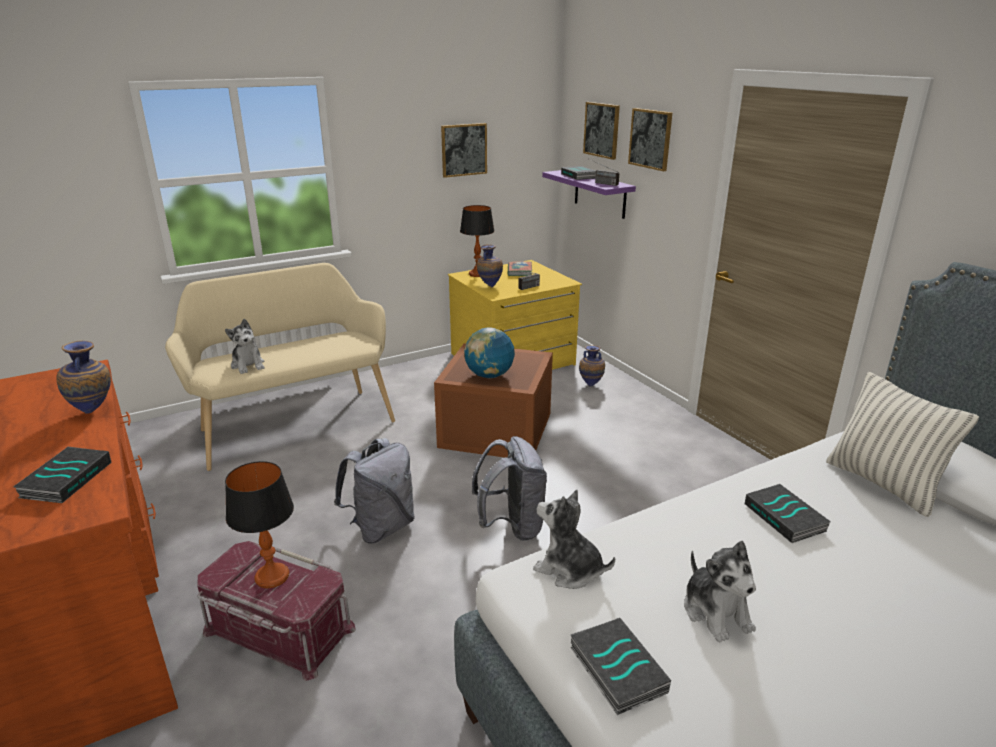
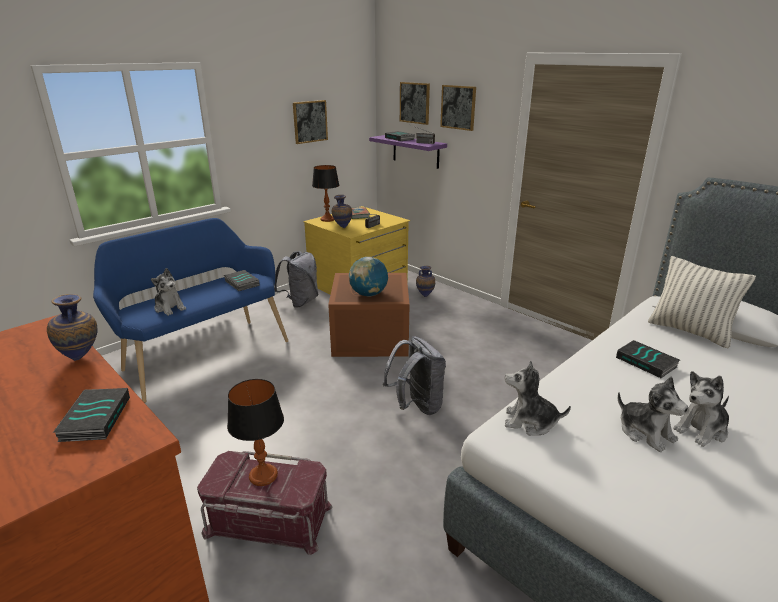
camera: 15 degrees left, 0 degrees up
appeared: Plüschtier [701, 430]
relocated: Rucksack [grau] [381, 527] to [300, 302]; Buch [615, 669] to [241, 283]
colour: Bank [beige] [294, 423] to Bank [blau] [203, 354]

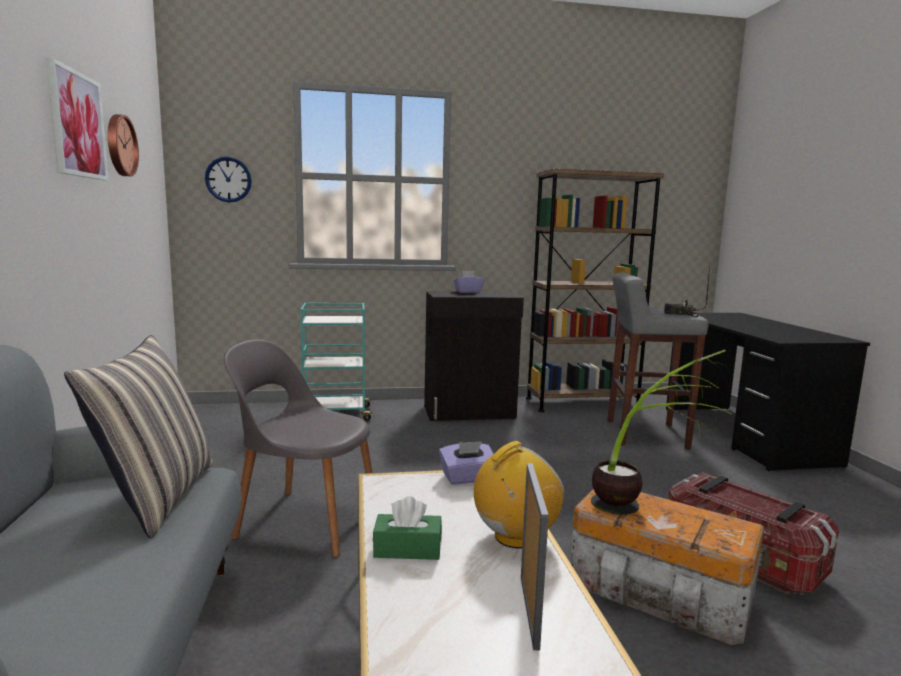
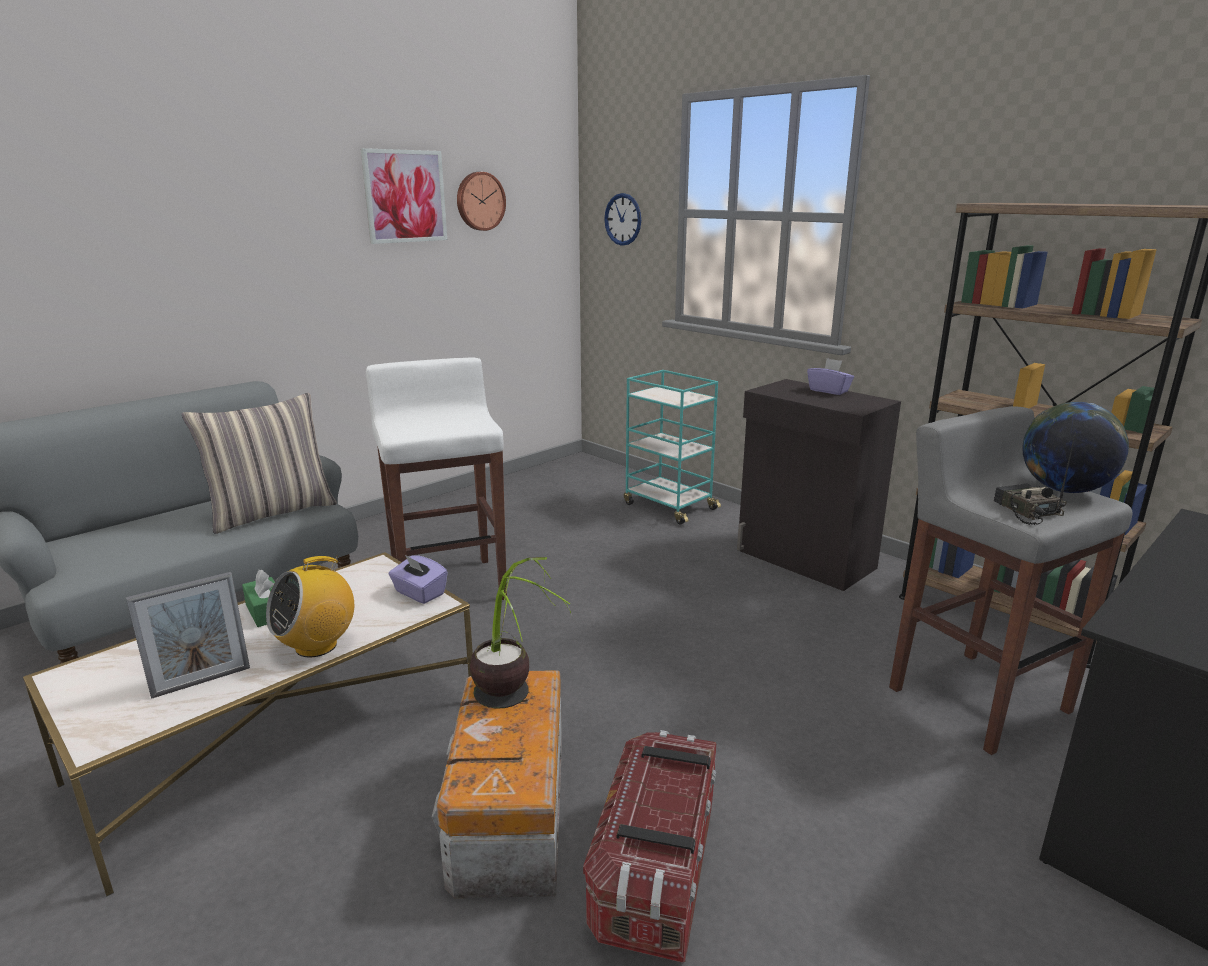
camera: 55 degrees right, 10 degrees up
appeared: Globus [1064, 490]
exchanged: Stuhl [grau] [305, 521] to Hocker [weiß] [448, 586]
spun: Radio [515, 537] = [317, 646] 120 degrees clockwise

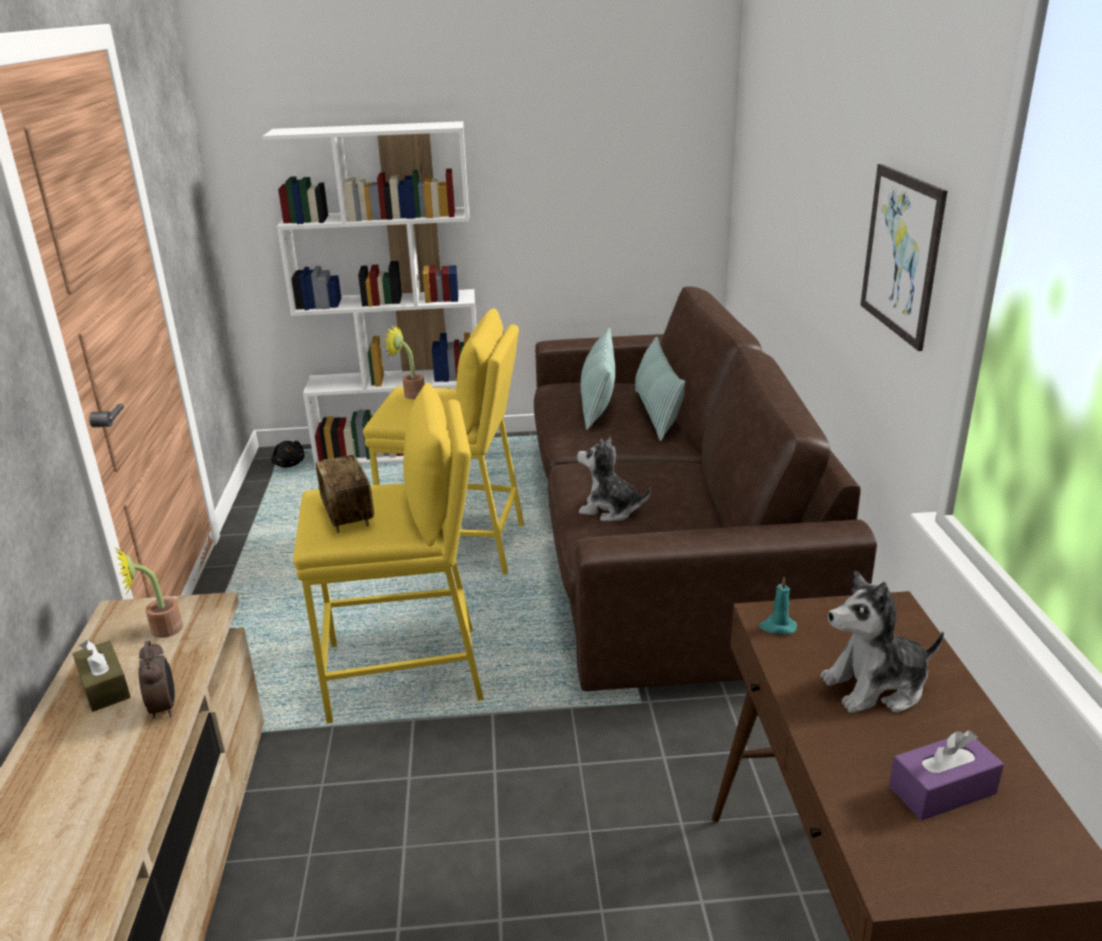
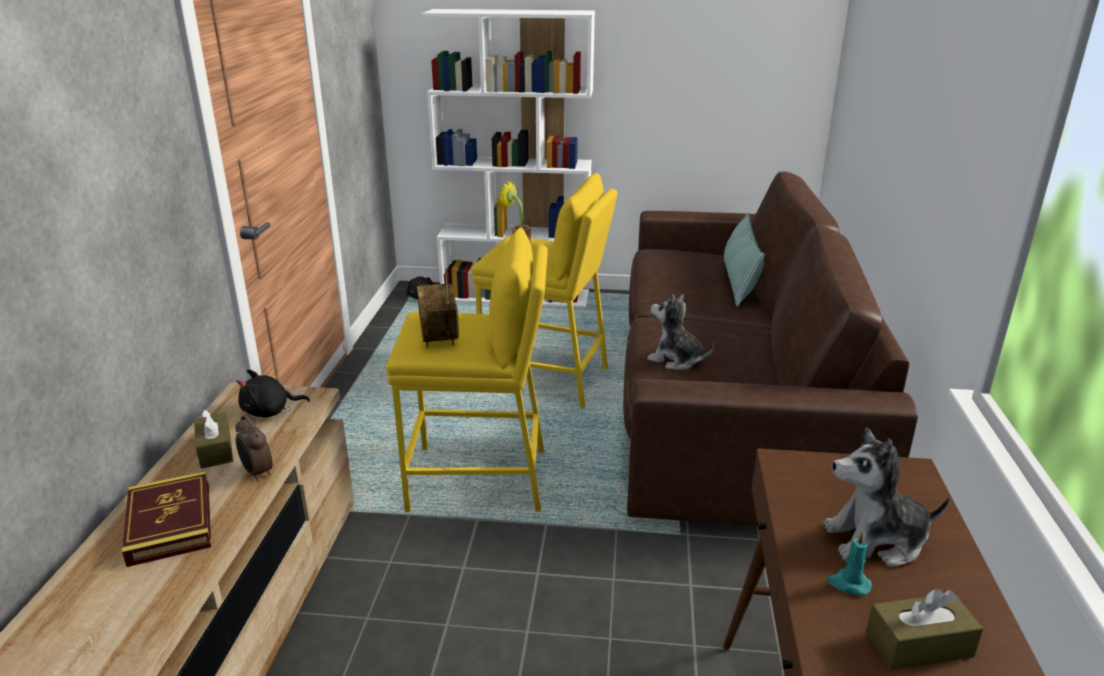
camera: 10 degrees right, 0 degrees up
missing: Kissen [598, 404]; Bild [901, 254]
appeared: Buch [170, 523]
relocated: Kerze [türkis] [777, 627] to [848, 584]
exchanged: Topfpflanze [160, 630] to Plüschtier [schwarz] [270, 411]
colour: Taschentuchbox [lila] [942, 790] to Taschentuchbox [braun] [918, 645]
spun: Wecker [164, 707] = [257, 473] 150 degrees clockwise

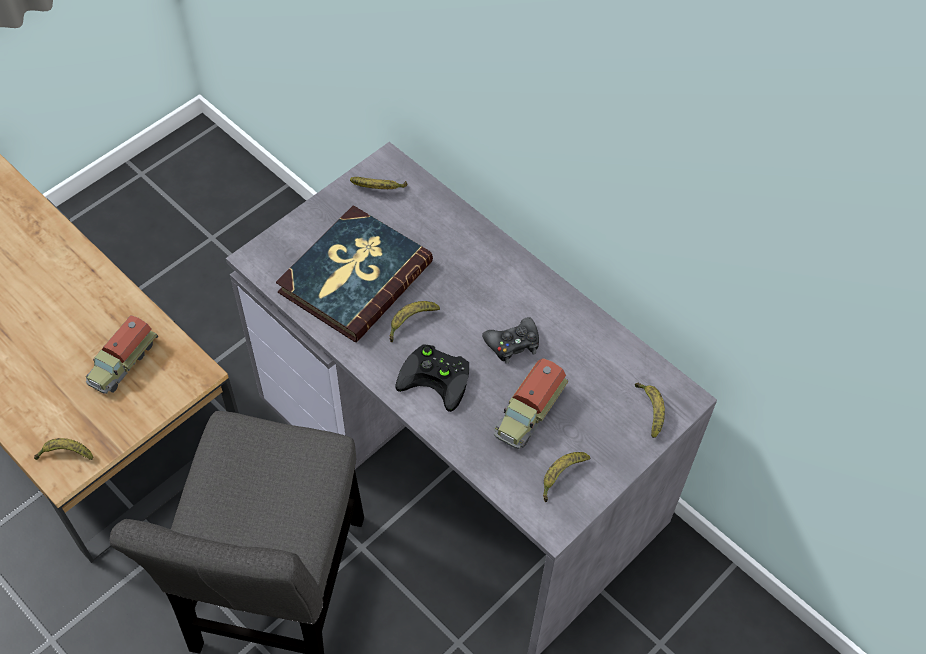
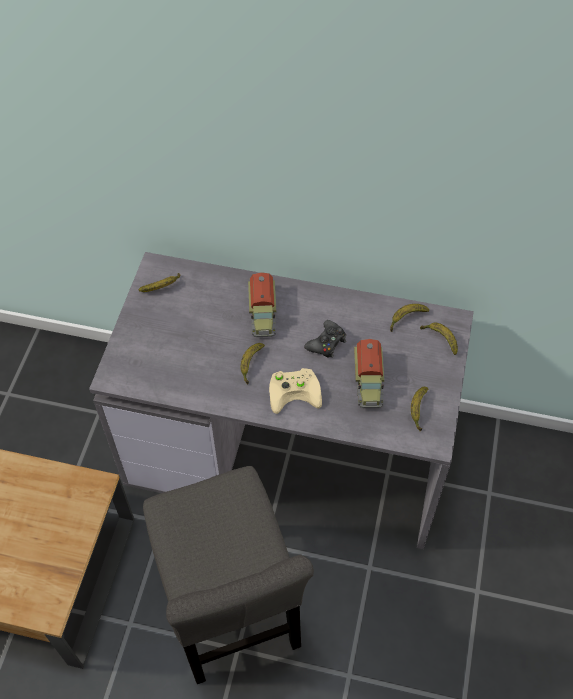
camera: 30 degrees left, 0 degrees up
missing: Buch [354, 277]
relocated: Banane [65, 454] to [406, 318]; Spielzeuglaster [122, 362] to [263, 313]
colour: Gamepad [schwarz] [438, 378] to Gamepad [beige] [296, 391]

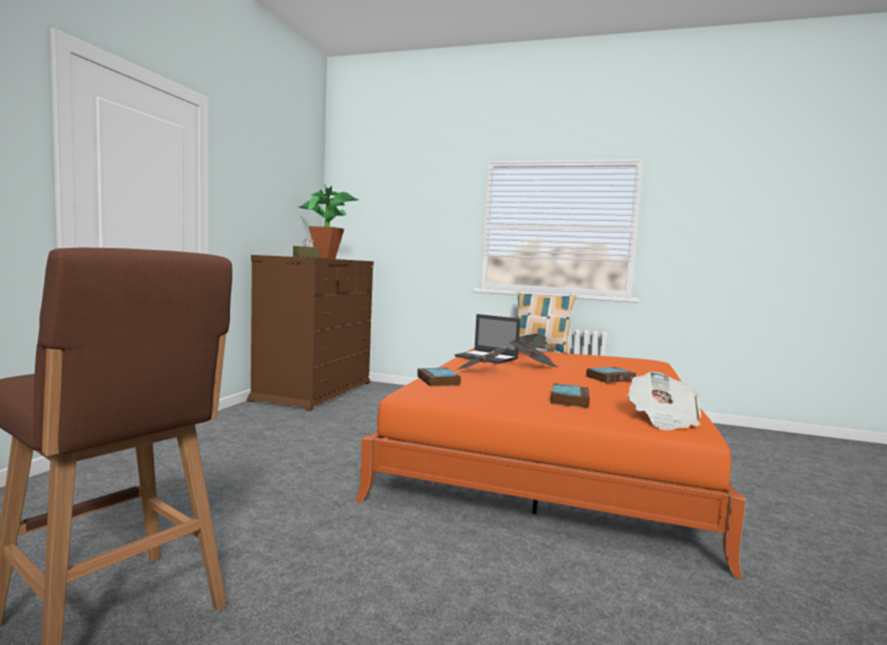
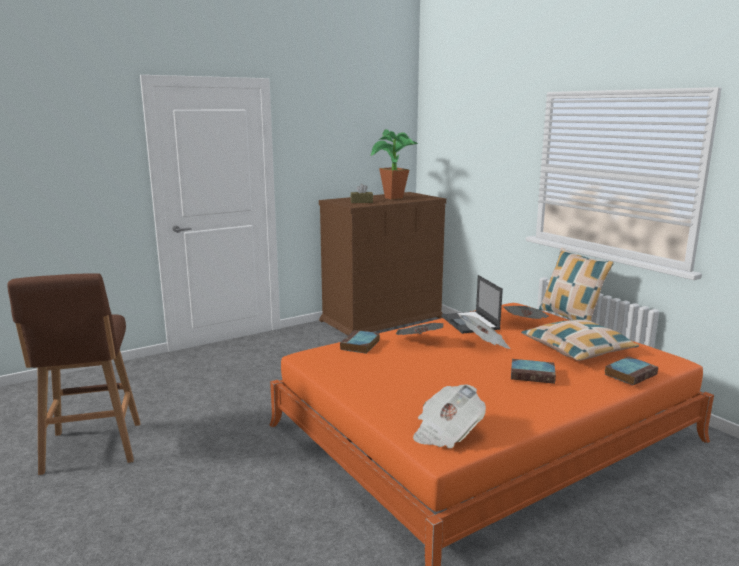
camera: 40 degrees right, 10 degrees up
appeared: Kissen [577, 349]
relocated: Buch [569, 399] to [630, 374]

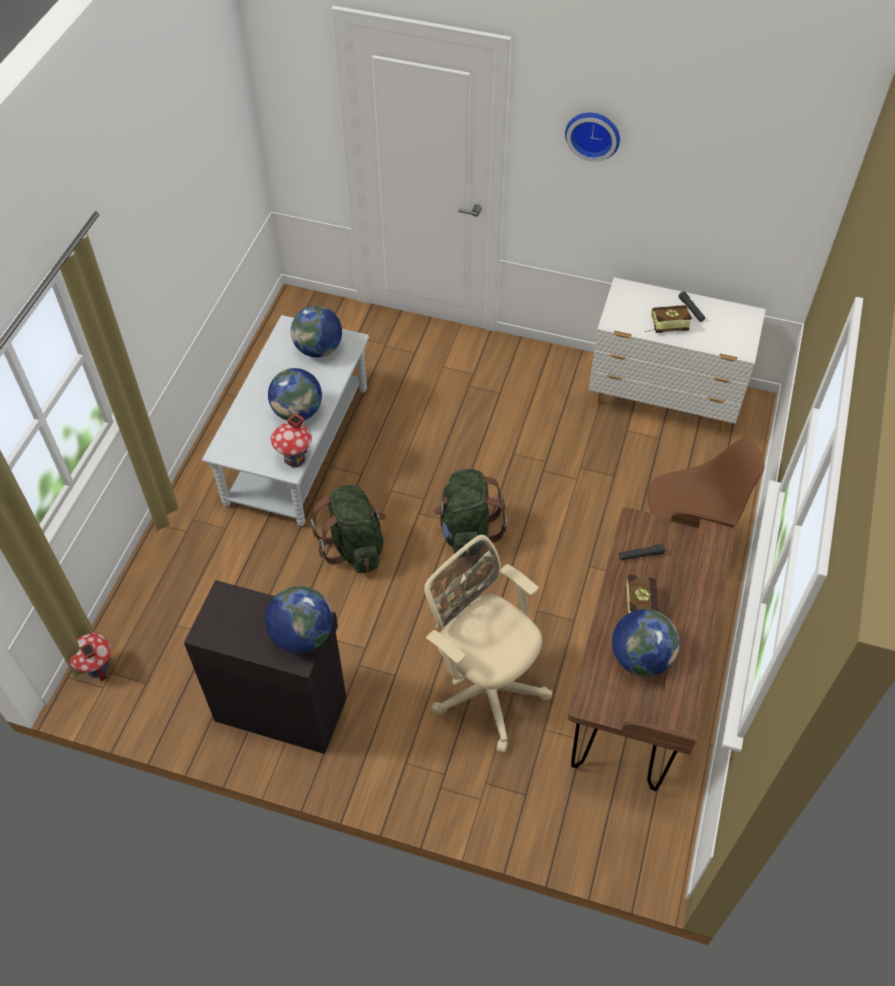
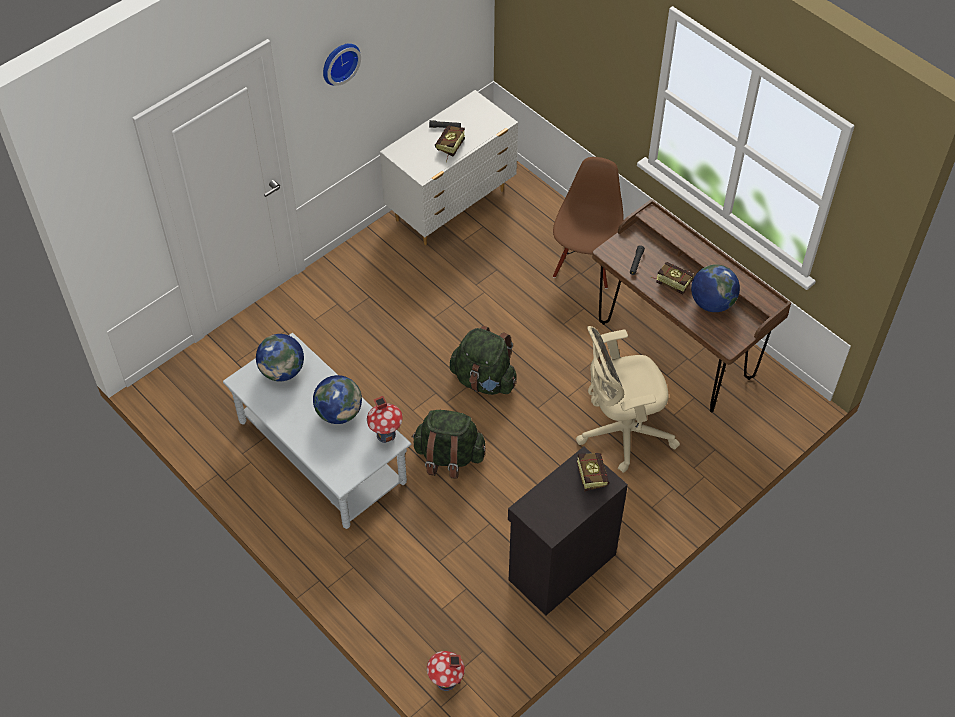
camera: 60 degrees left, 0 degrees up
exchanged: Globus [302, 635] to Buch [590, 473]

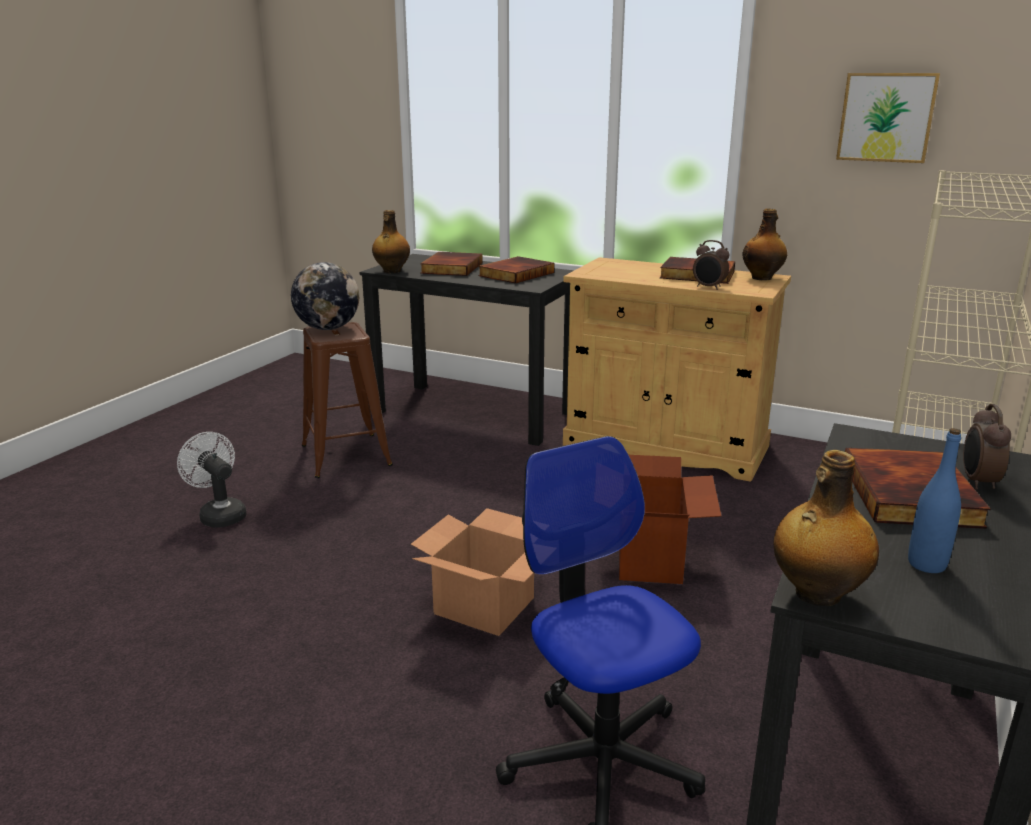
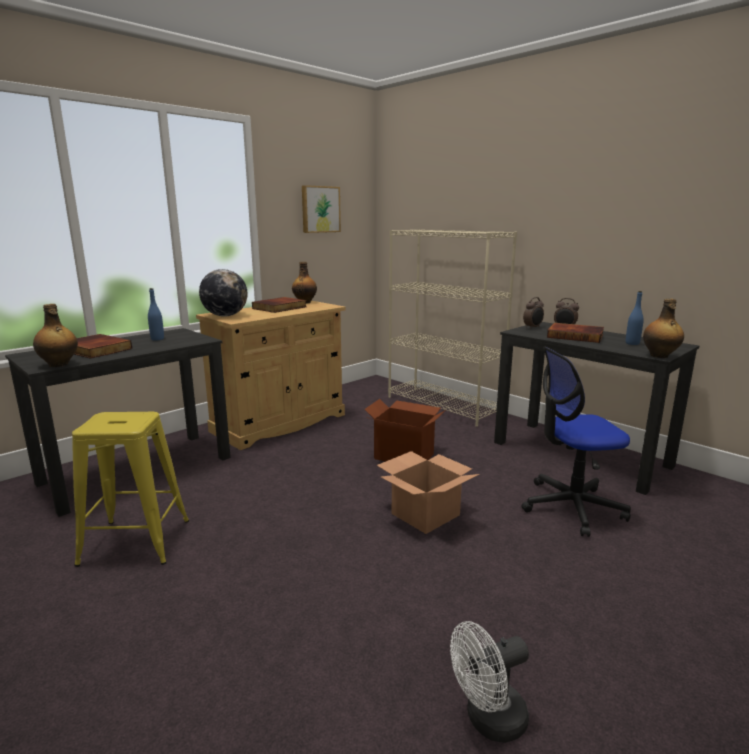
camera: 70 degrees left, 5 degrees down
relocated: Ventilator [weiß] [219, 514] to [488, 720]; Globus [328, 328] to [225, 316]; Wecker [709, 287] to [533, 327]
exchanged: Buch [515, 274] to Flasche [blau] [157, 339]
colour: Hocker [braun] [345, 455] to Hocker [gelb] [135, 542]

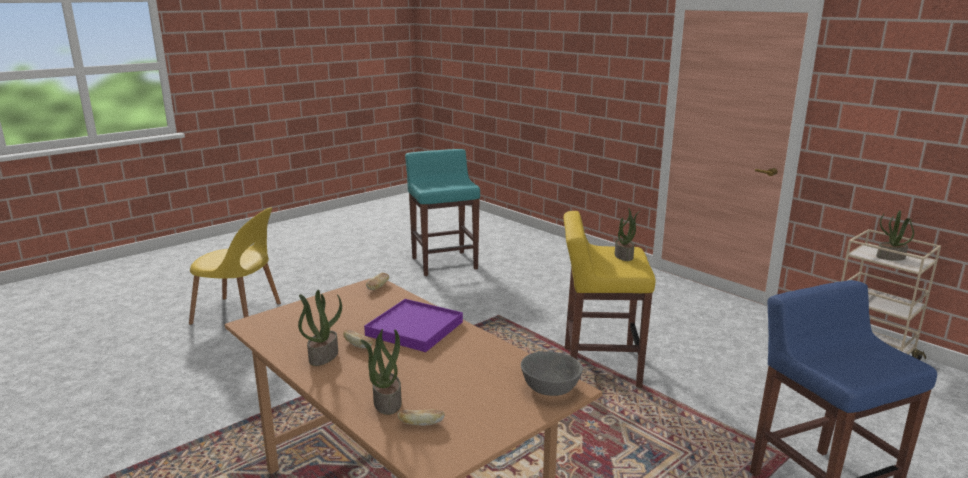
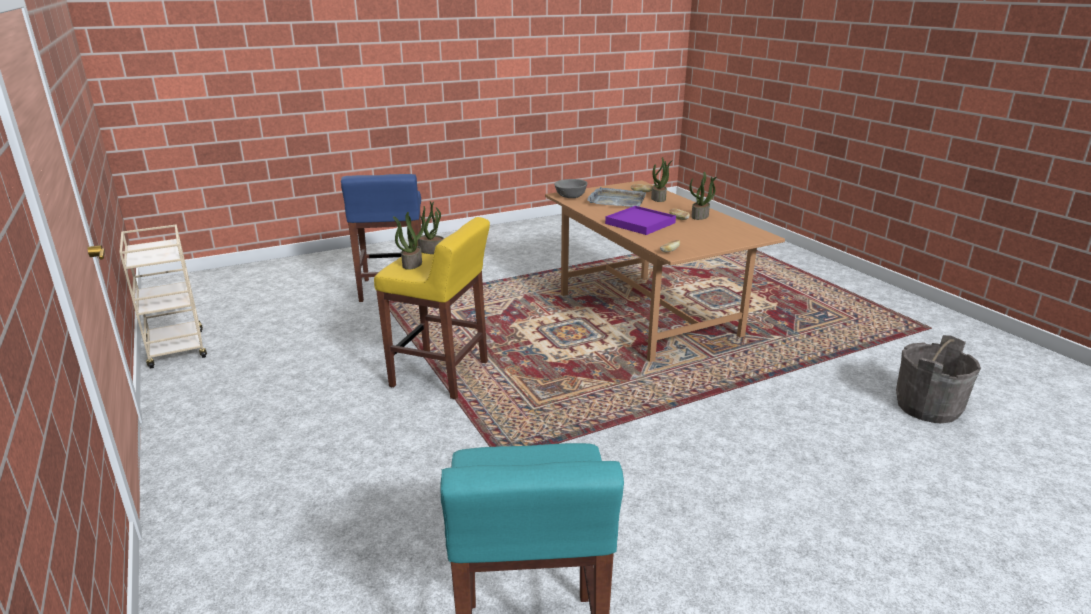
camera: 165 degrees left, 5 degrees up
missing: Stuhl [gelb] [240, 314]
appeared: Tablett [grau] [616, 200]; Eimer [grau] [927, 407]
relocated: Topfpflanze [890, 257] to [432, 250]

